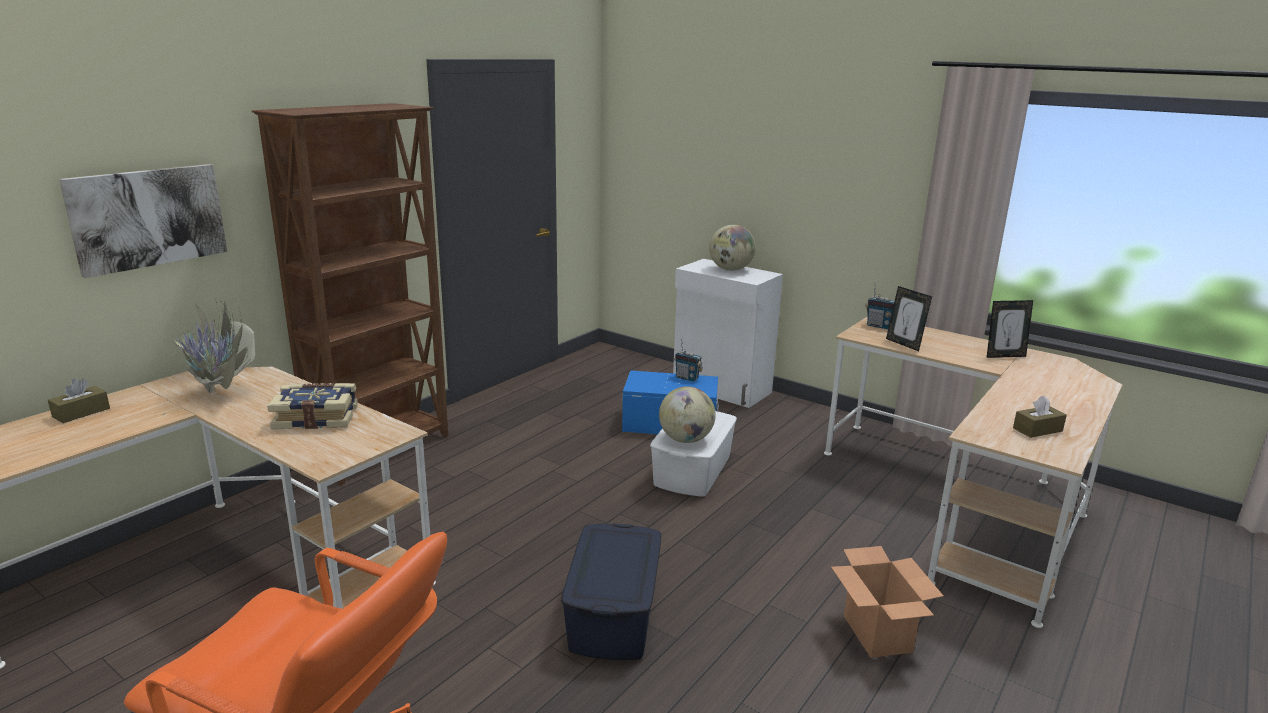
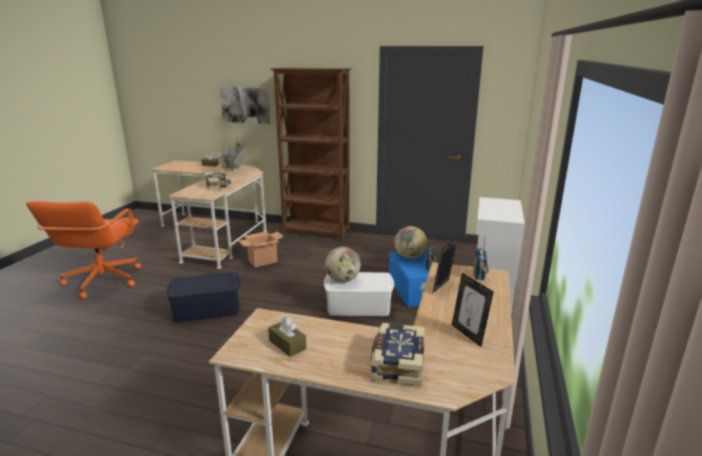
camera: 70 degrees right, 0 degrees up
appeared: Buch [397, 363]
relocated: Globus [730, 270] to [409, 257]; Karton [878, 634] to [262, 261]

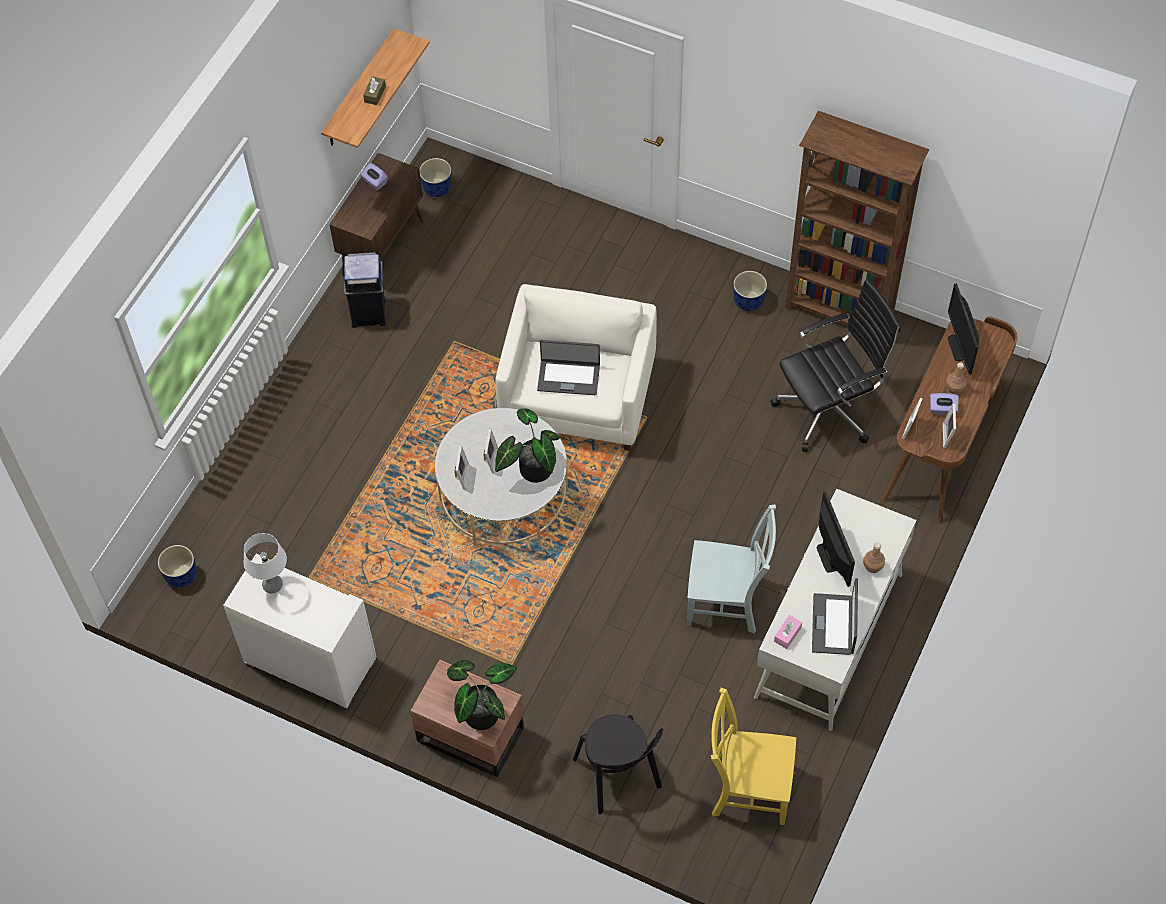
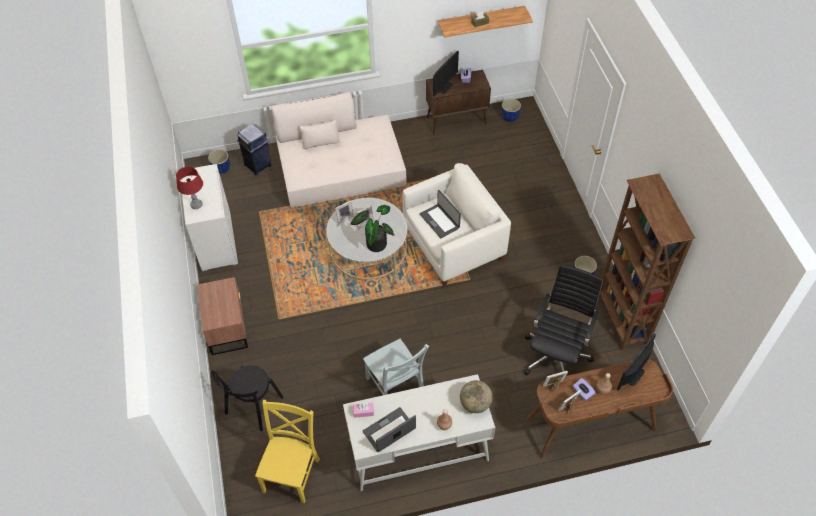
camera: 50 degrees right, 5 degrees down
missing: Tischlampe [weiß] [273, 585]; Topfpflanze [480, 710]
appeared: Tischlampe [rot] [196, 205]; Sofa [beige] [341, 169]; Globus [475, 404]
relocated: Mülleimer [blau] [369, 313] to [258, 165]; Monitor [830, 556] to [444, 87]
spun: Stuhl [gelb] [747, 788] = [292, 472] 45 degrees clockwise; Bürostuhl [schwarz] [829, 409] = [556, 355] 90 degrees counterclockwise

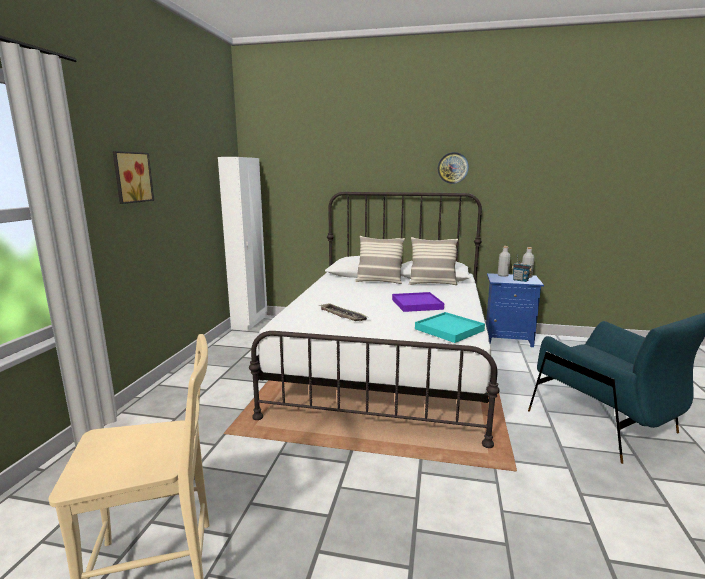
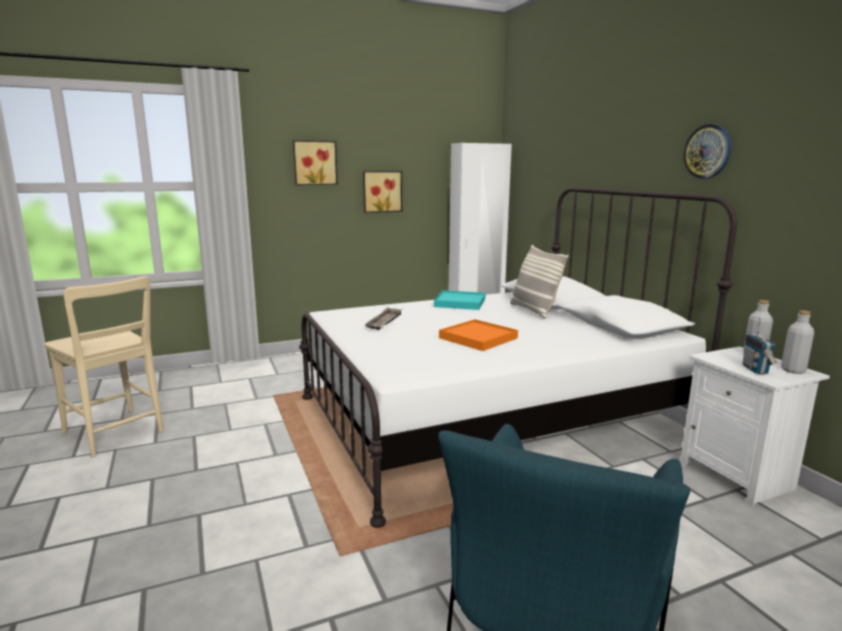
camera: 55 degrees right, 0 degrees up
missing: Kissen [432, 283]
appeared: Bild [382, 191]
relocated: Tablett [türkis] [449, 329] to [460, 303]
colour: Tablett [lila] [417, 304] to Tablett [orange] [478, 338]; Nachttisch [blau] [507, 338] to Nachttisch [weiß] [737, 476]

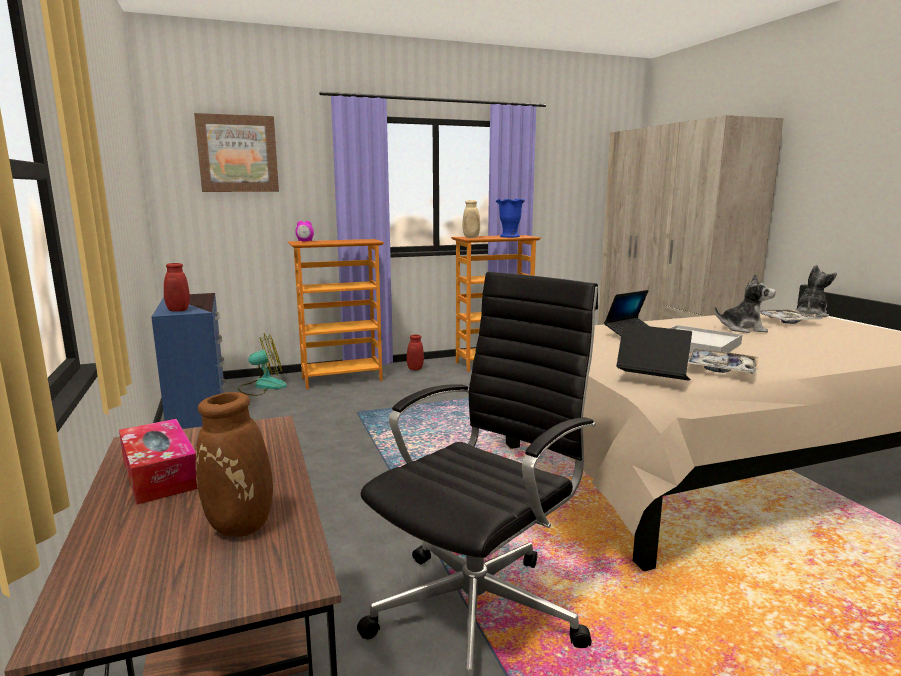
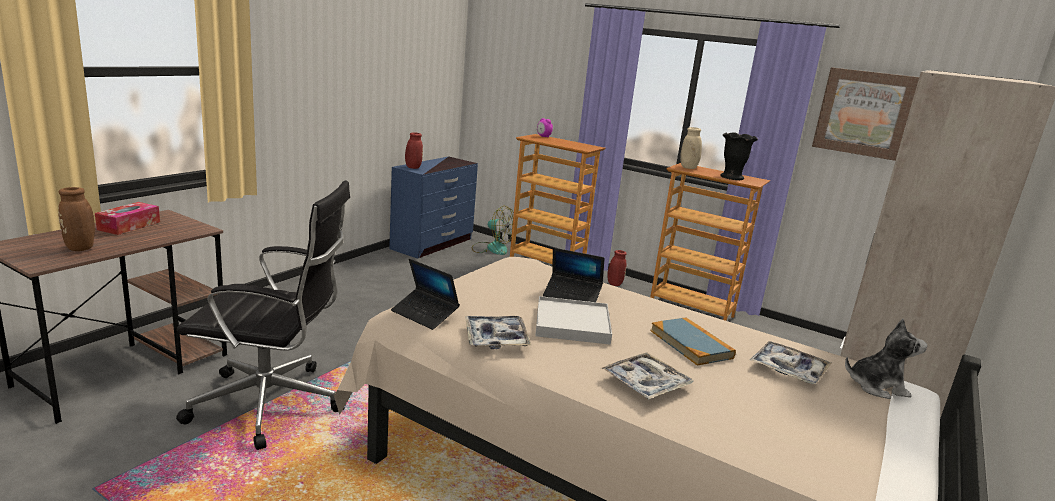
camera: 50 degrees right, 5 degrees up
appeared: Tablett [645, 383]
relocated: Bild [238, 154] to [864, 113]
exchanged: Plüschtier [743, 329] to Buch [691, 344]
colour: Vase [blau] [509, 236] to Vase [schwarz] [731, 177]
spun: Laptop [652, 380] = [424, 314] 135 degrees clockwise

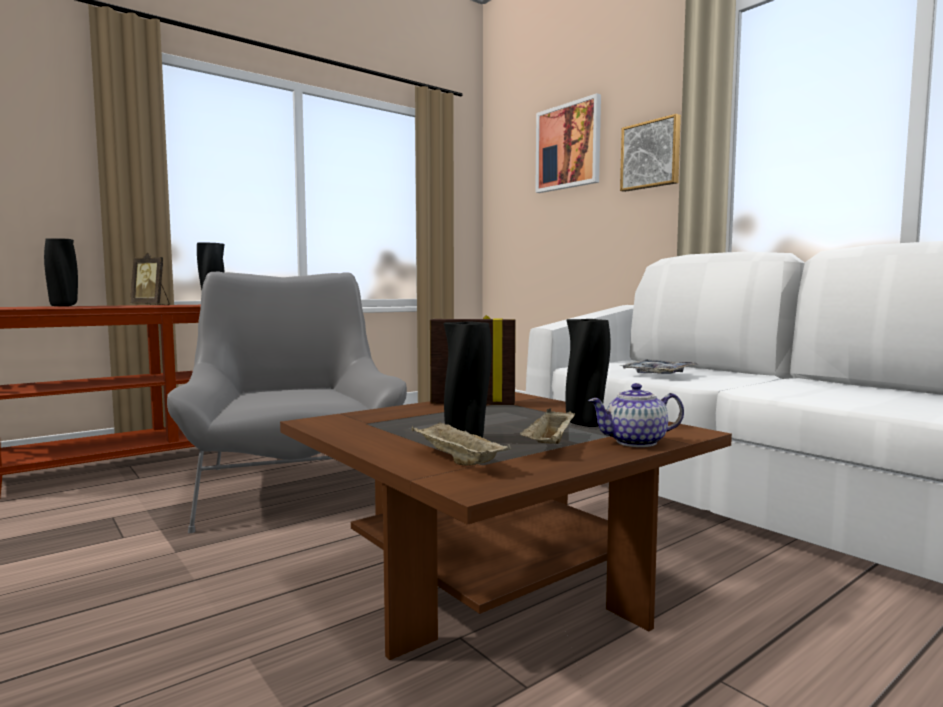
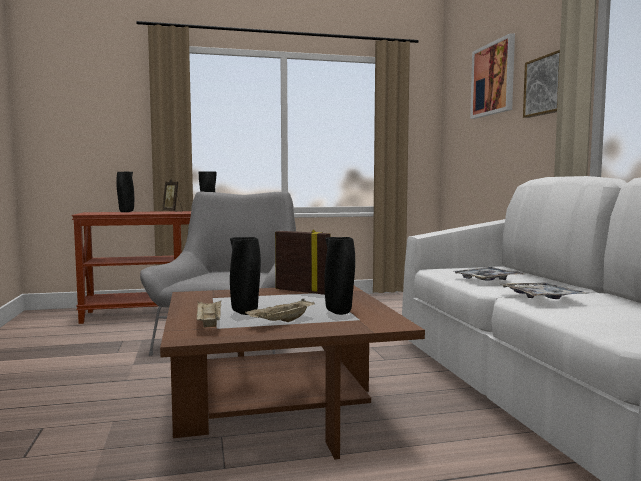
camera: 25 degrees right, 0 degrees up
missing: Teekanne [635, 442]
appeared: Tablett [541, 297]

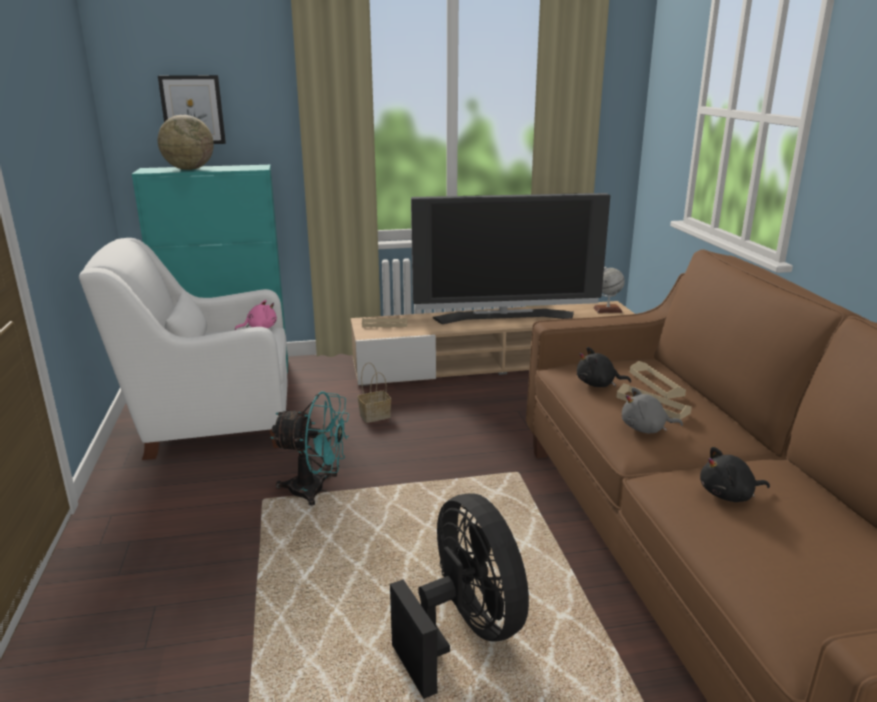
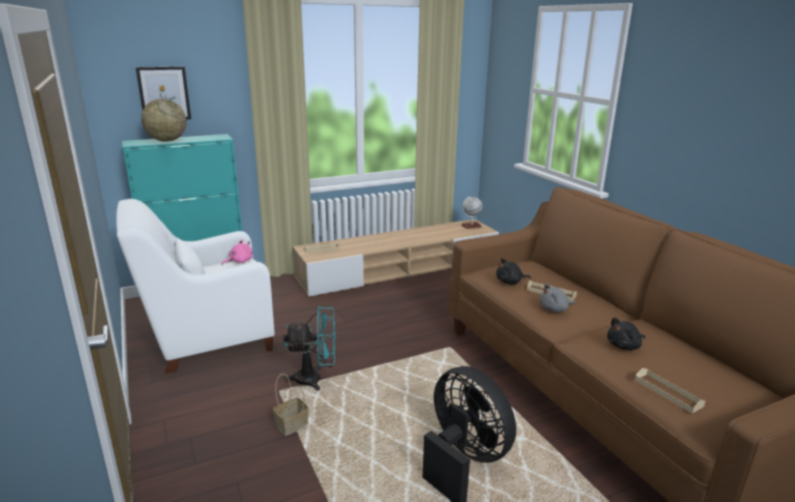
camera: 15 degrees left, 0 degrees up
missing: Fernseher [505, 317]
relocated: Korb [375, 415] to [292, 424]; Tablett [beige] [656, 383] to [668, 392]

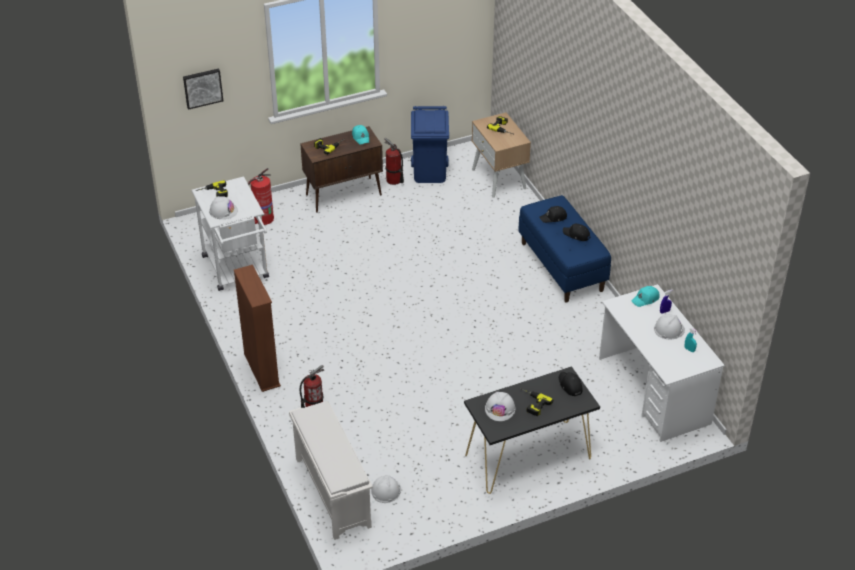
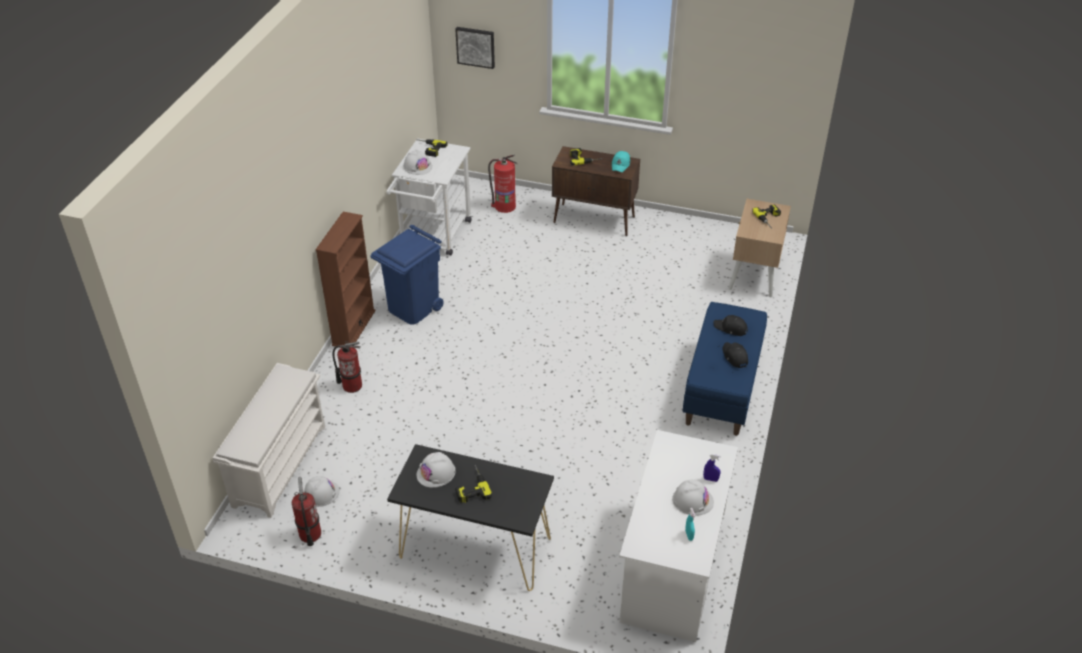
camera: 40 degrees right, 0 degrees up
missing: Kappe [schwarz] [570, 385]; Kappe [türkis] [645, 299]
relocated: Feuerlöscher [393, 180] to [310, 534]; Mülleimer [blau] [430, 173] to [413, 308]

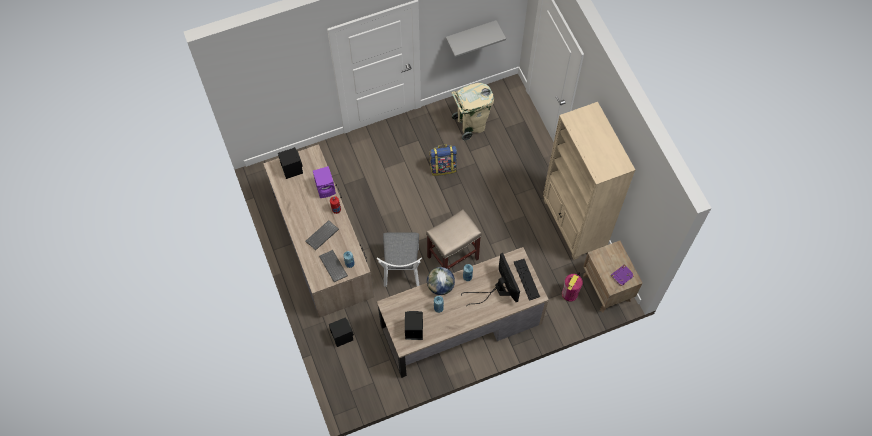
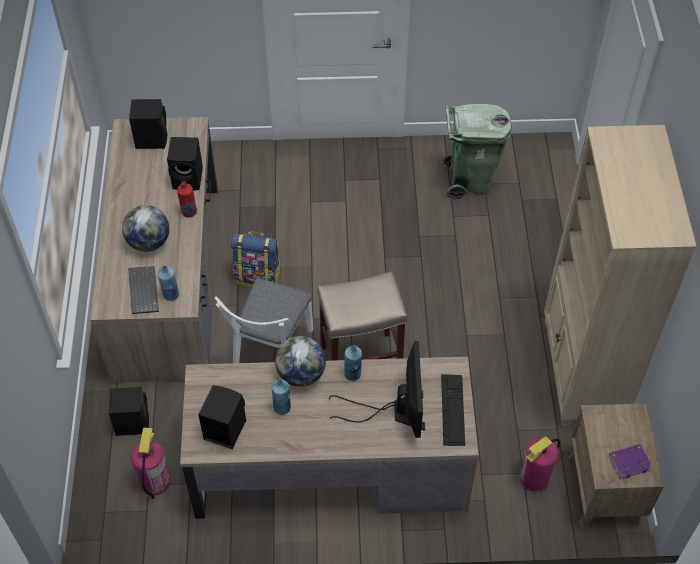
camera: 20 degrees right, 10 degrees down
missing: Wandregal [grau] [470, 34]
appeared: Feuerlöscher [155, 481]
relocated: Rucksack [443, 167] to [258, 277]
exchanged: Tastatur [322, 236] to Globus [148, 243]
colour: Lautsprecher [lila] [326, 188] to Lautsprecher [schwarz] [189, 179]; Mülleimer [beige] [470, 125] to Mülleimer [grün] [469, 181]

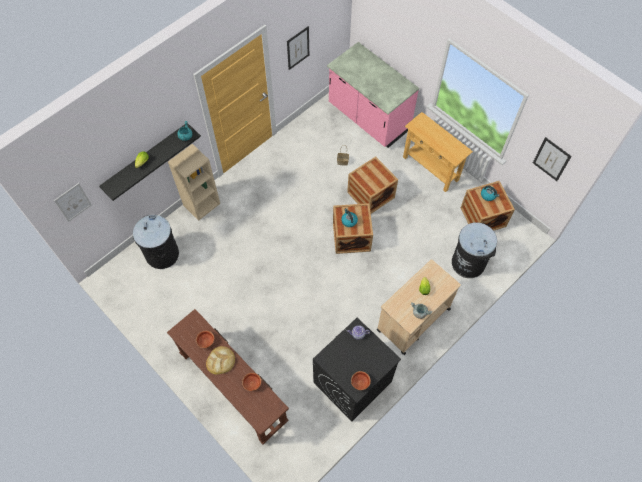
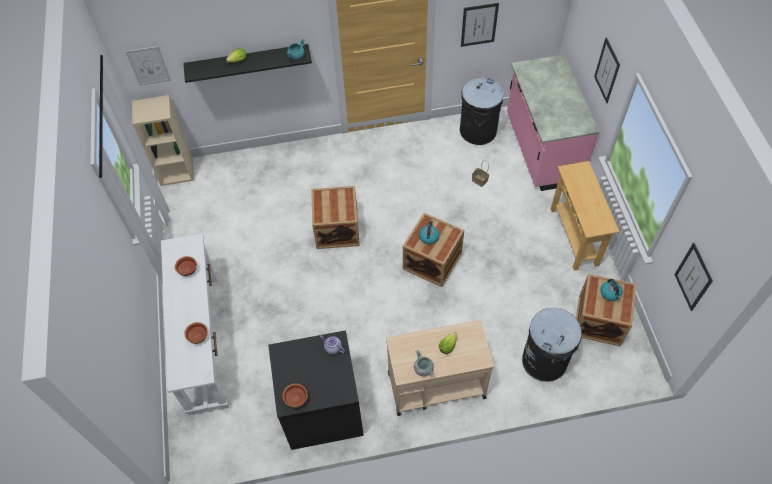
camera: 35 degrees right, 5 degrees down
missing: Brot [220, 361]
appeared: Bild [607, 70]
relocated: Mülleimer [schwarz] [162, 254] to [477, 131]; Bücherregal [beige] [201, 204] to [177, 171]; Kiste [371, 195] to [337, 229]
colour: Konsolentisch [braun] [233, 387] to Konsolentisch [weiß] [204, 342]

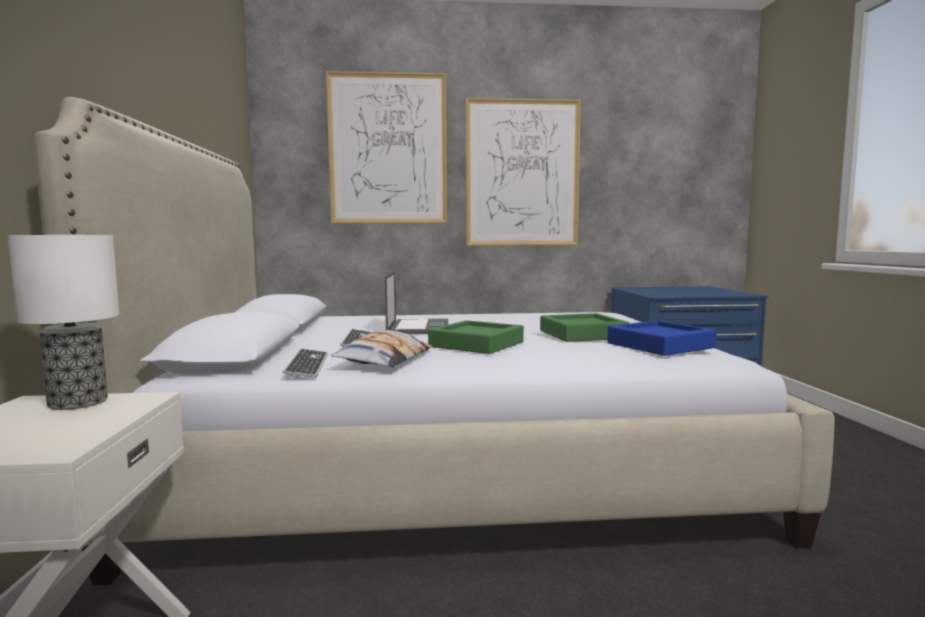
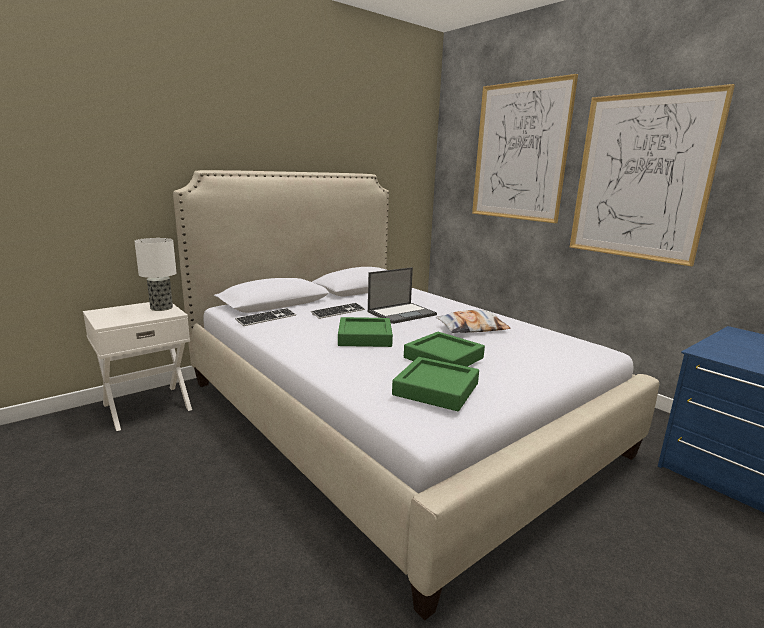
camera: 55 degrees right, 10 degrees up
relocated: Kissen [385, 360] to [472, 328]
colour: Tablett [blau] [660, 345] to Tablett [grün] [436, 389]

